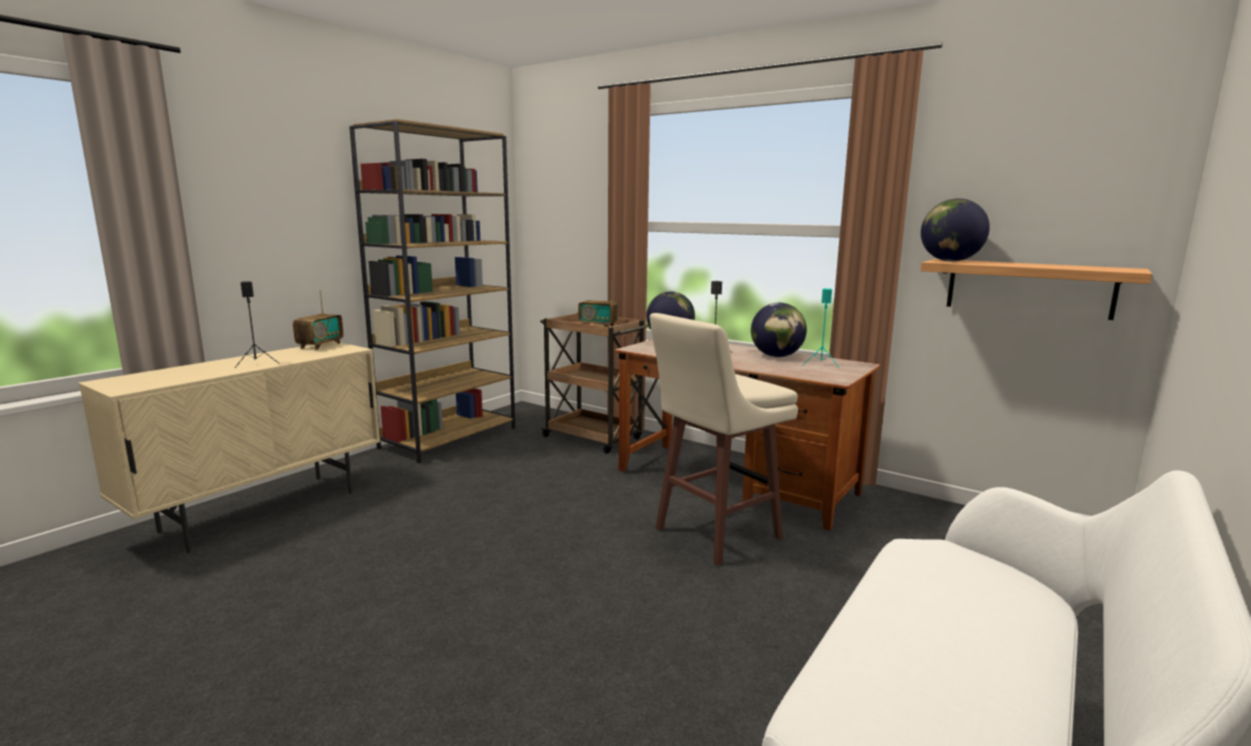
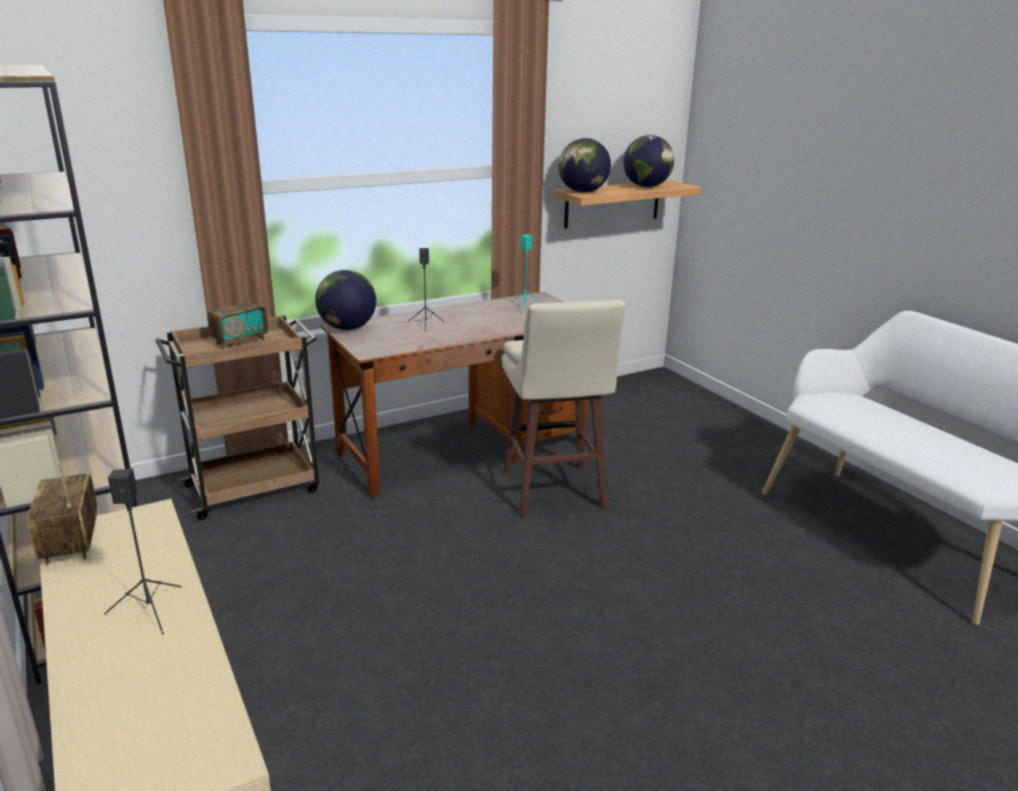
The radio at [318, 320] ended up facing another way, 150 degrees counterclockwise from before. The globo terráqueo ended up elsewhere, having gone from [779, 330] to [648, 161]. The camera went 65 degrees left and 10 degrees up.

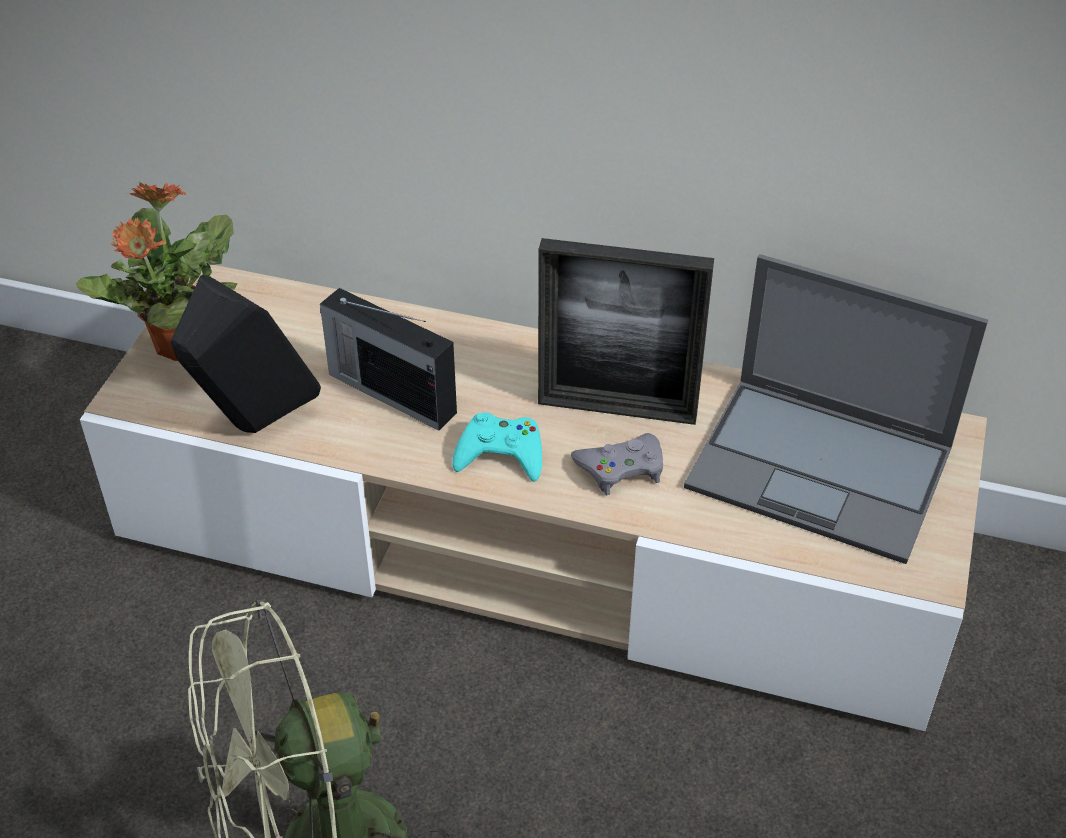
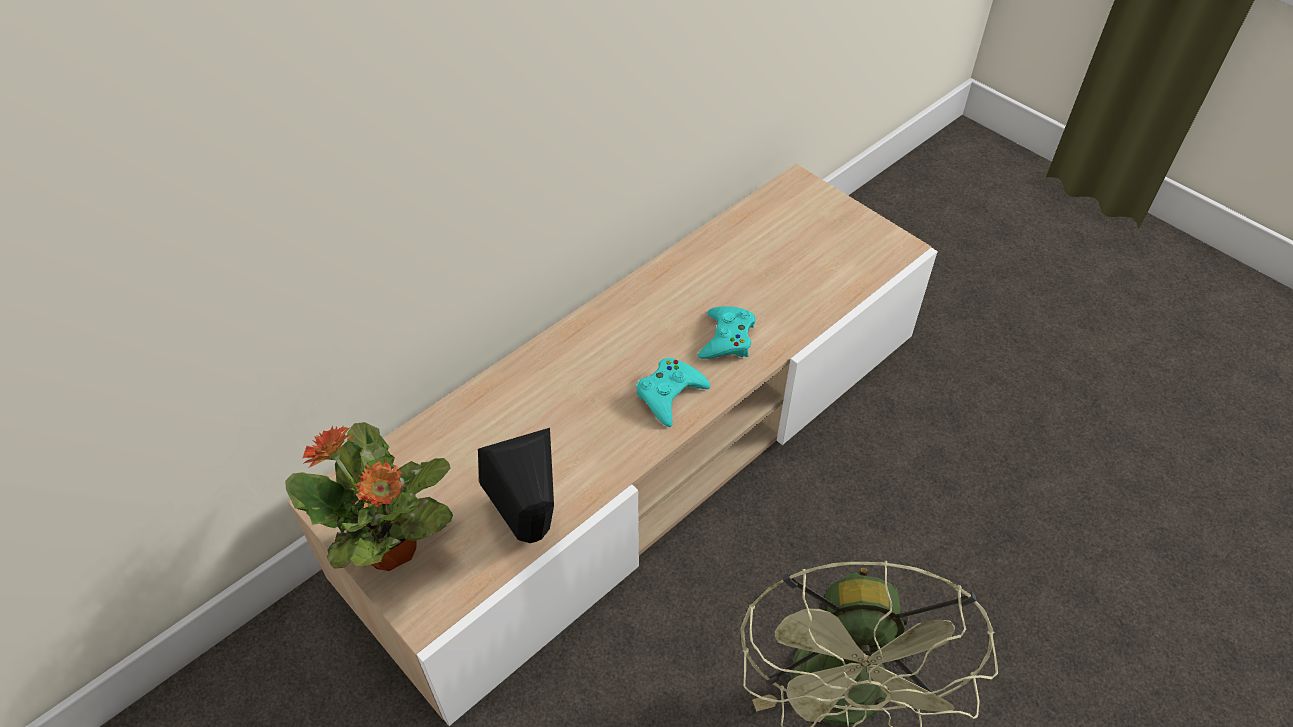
The second view lost the radio at [388, 359]. The second view lost the portarretratos at [626, 331]. What was the mando de consola/gris at [617, 464] turned into the mando de consola/turquesa at [726, 332]. The second view lost the portátil at [836, 409]. The camera went 60 degrees left and 5 degrees up.

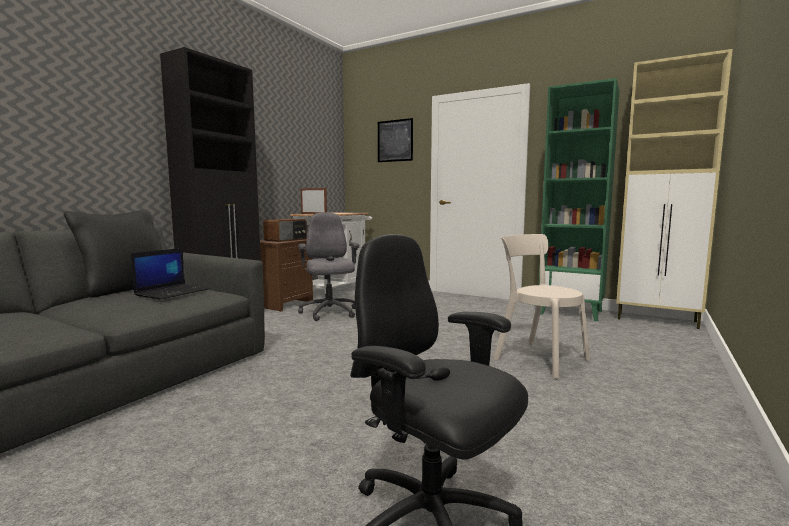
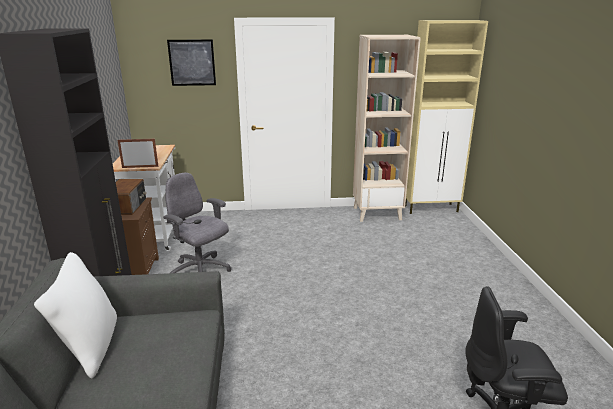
What was the cojín/negro at [112, 254] turned into the cojín/blanco at [75, 315]. The second view lost the portátil at [170, 274]. The second view lost the silla/beis at [541, 306]. What was the estantería/verde at [579, 199] turned into the estantería/beis at [387, 128]. The camera went 35 degrees left and 15 degrees up.

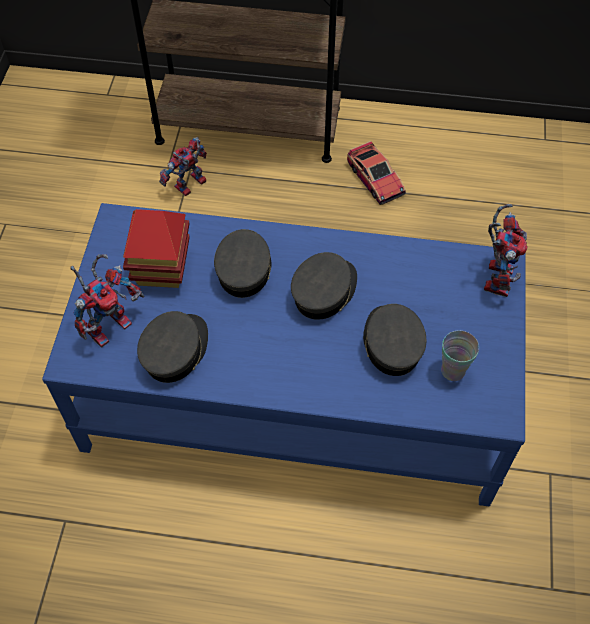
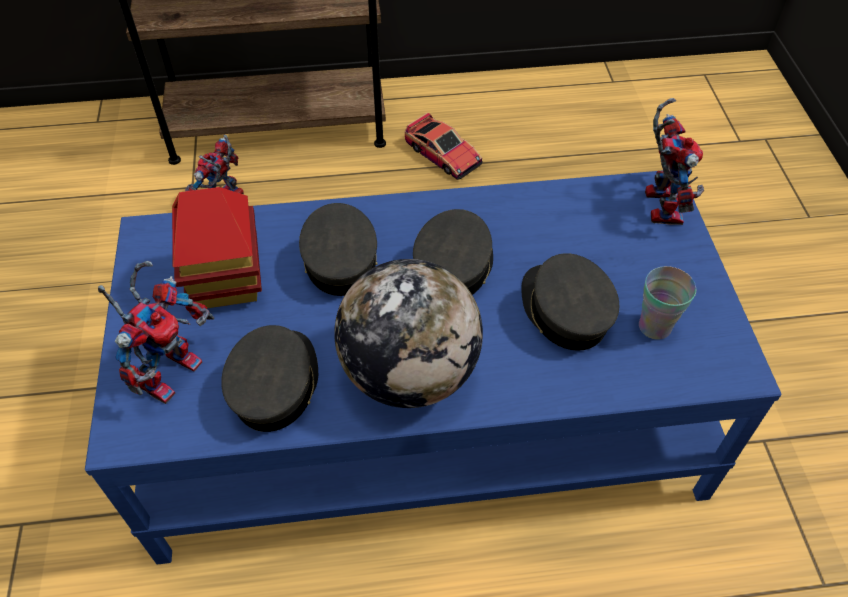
The second view gained the globo terráqueo at [408, 333]. The camera went 15 degrees left and 5 degrees down.

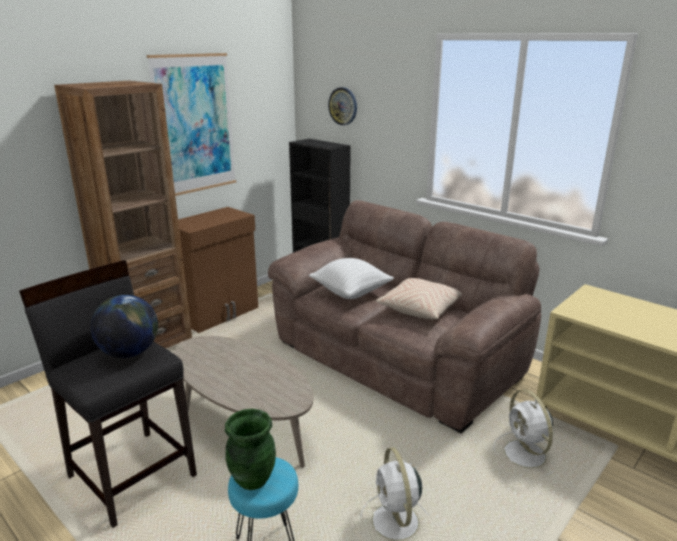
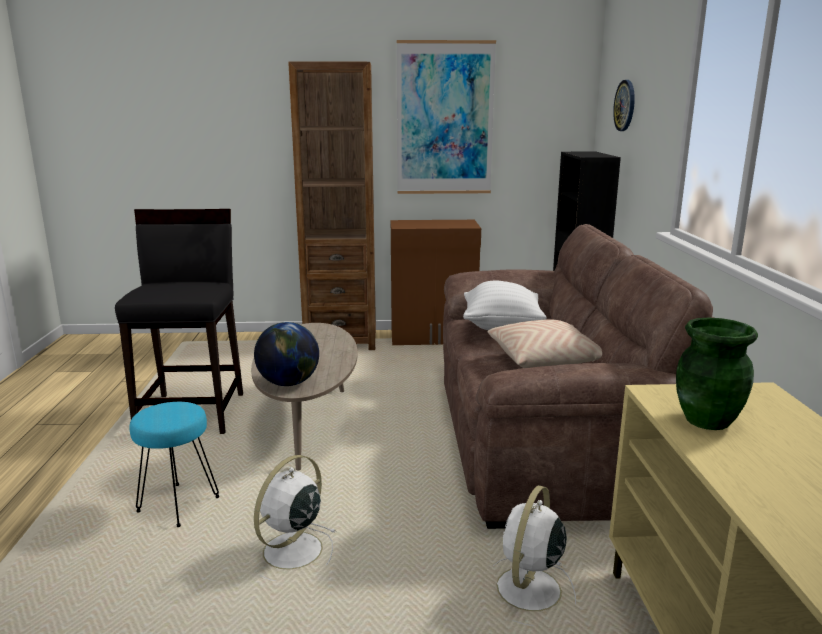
The globo terráqueo ended up elsewhere, having gone from [124, 326] to [286, 354]. The florero/verde ended up elsewhere, having gone from [250, 449] to [717, 373]. The camera went 45 degrees right and 5 degrees down.

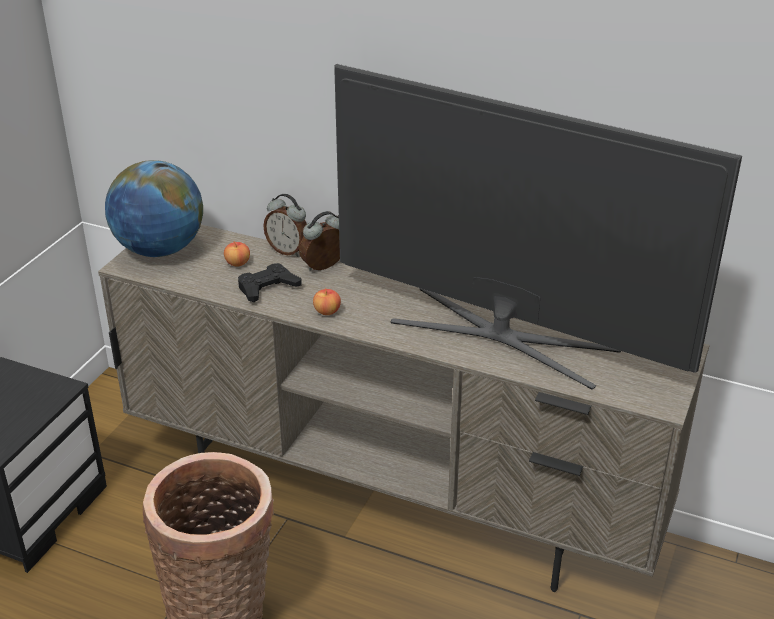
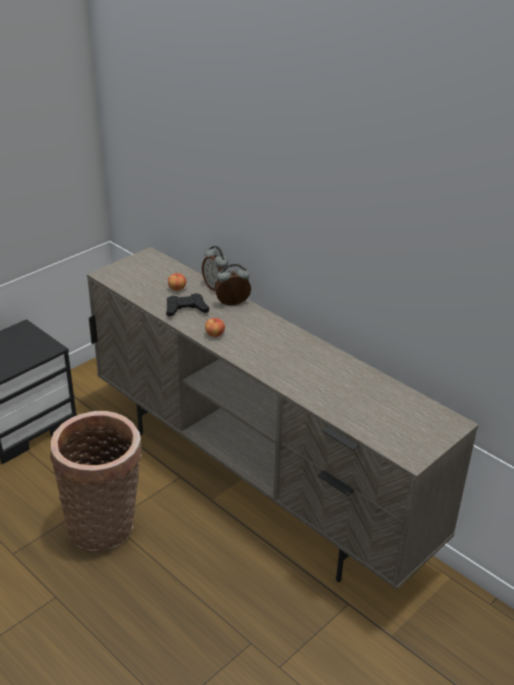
The second view lost the globo terráqueo at [154, 208]. The second view lost the televisor at [538, 227]. The camera went 20 degrees right and 0 degrees up.

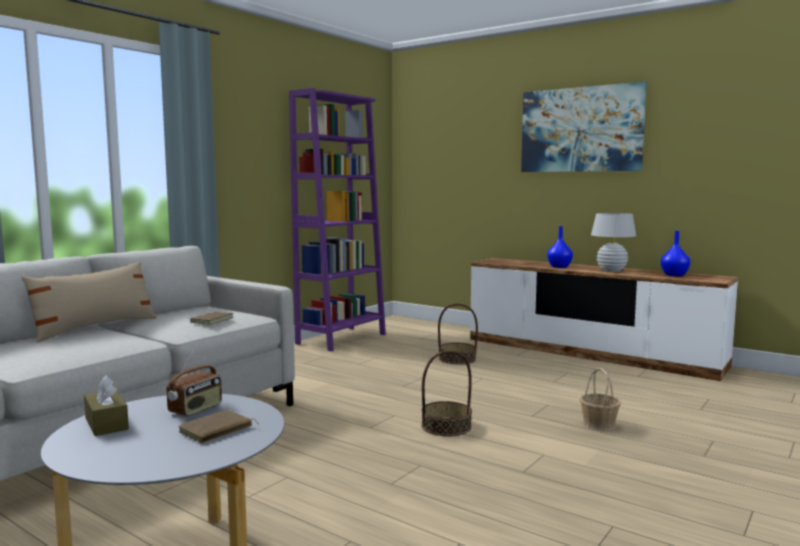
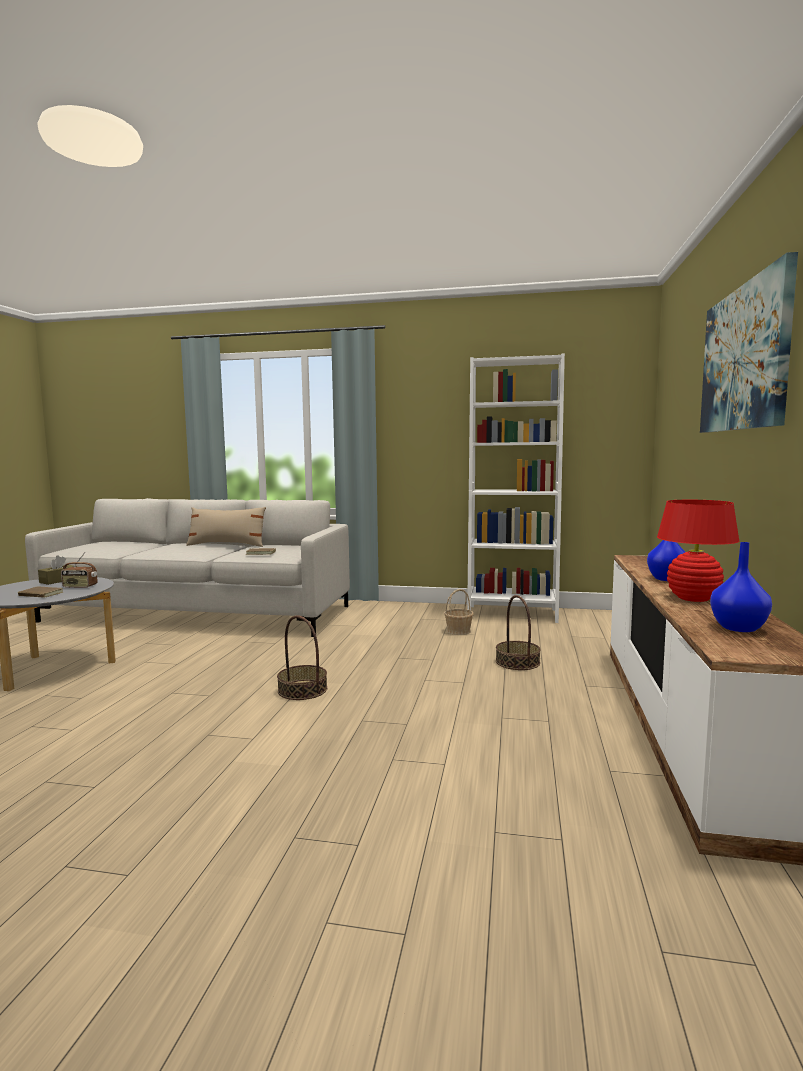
What was the estantería/morado at [337, 220] turned into the estantería/blanco at [516, 488]. The cesta ended up elsewhere, having gone from [600, 399] to [459, 612]. What was the lámpara de mesa/blanco at [613, 242] turned into the lámpara de mesa/rojo at [698, 551]. The camera went 65 degrees right and 0 degrees up.

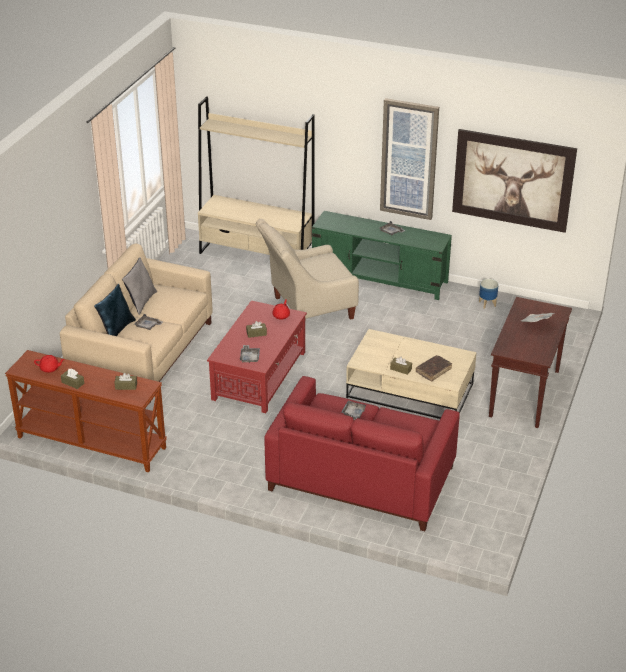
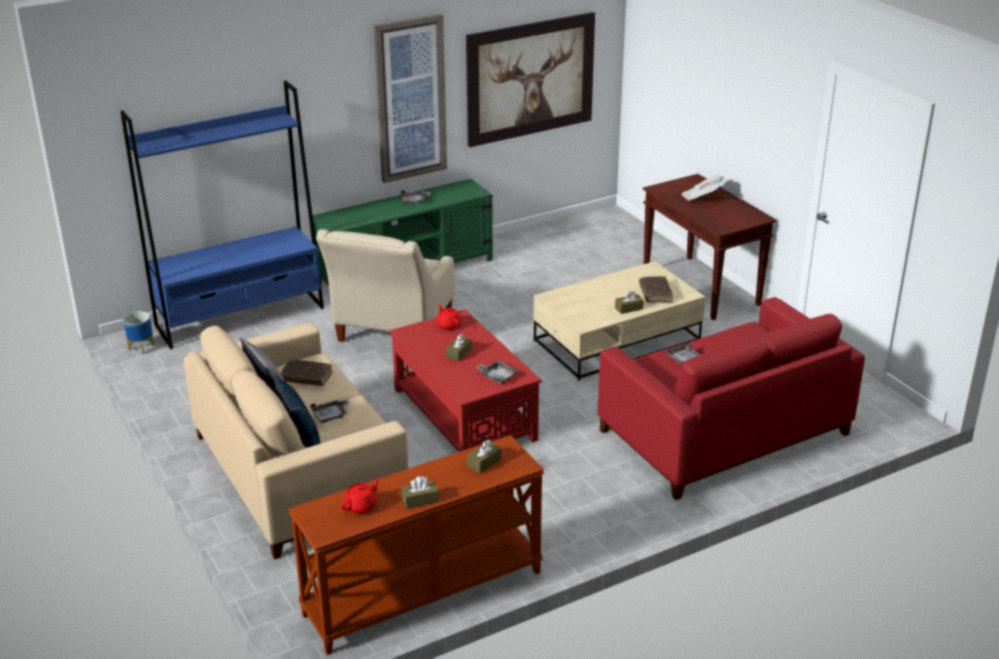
What was the estantería/beis at [256, 175] turned into the estantería/azul at [222, 214]. The maceta ended up elsewhere, having gone from [489, 294] to [139, 332]. The second view gained the libro/marrón at [306, 372]. The camera went 50 degrees left and 5 degrees down.

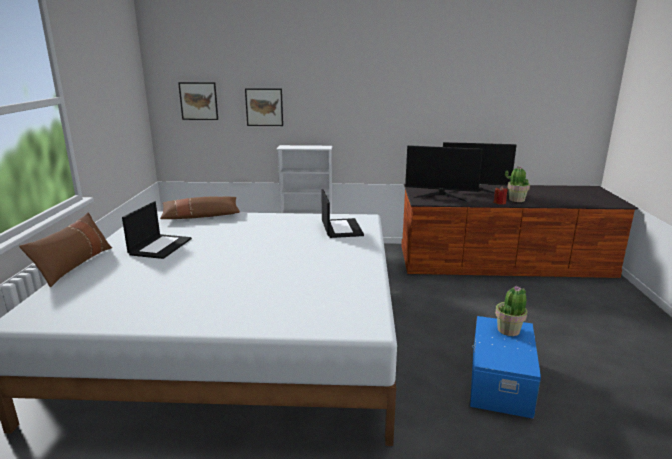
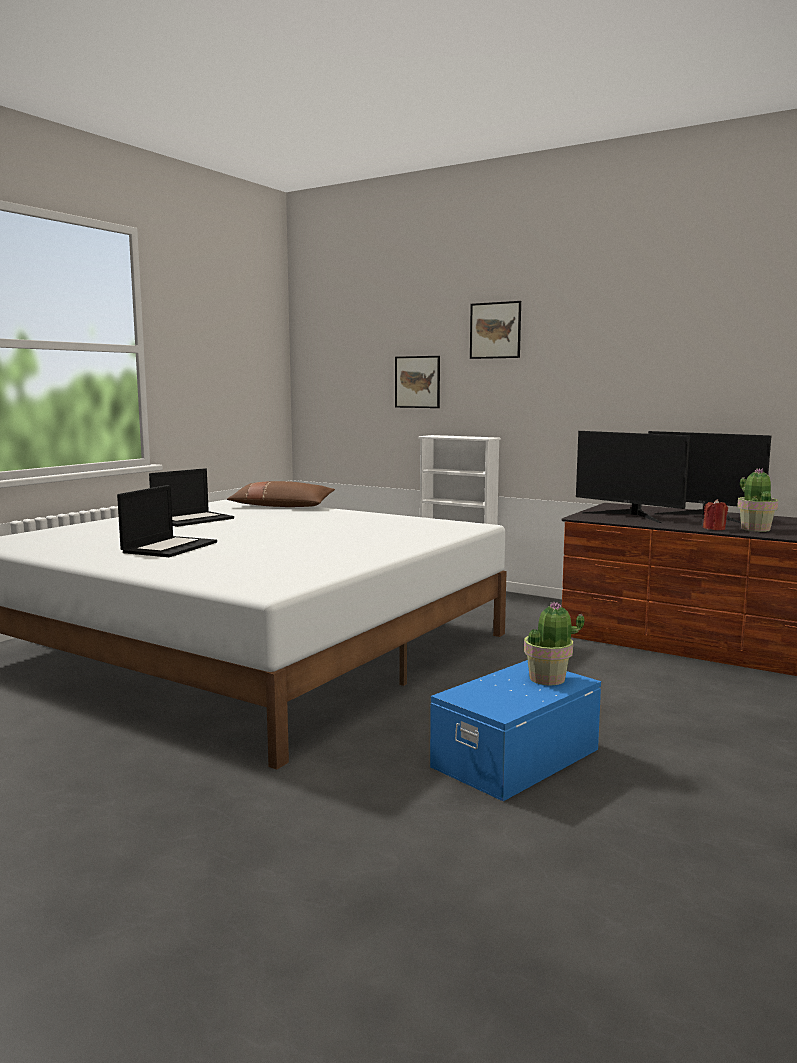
The second view lost the cojín/marrón at [65, 250]. The cuadro ended up elsewhere, having gone from [198, 101] to [495, 330]. The portátil ended up elsewhere, having gone from [342, 213] to [167, 521]. The camera went 30 degrees right and 10 degrees down.

